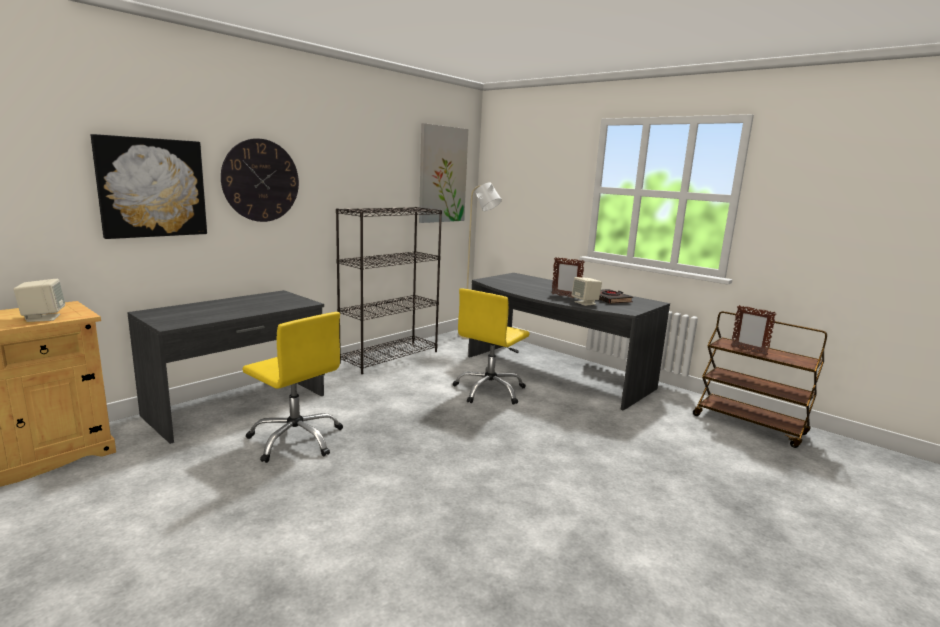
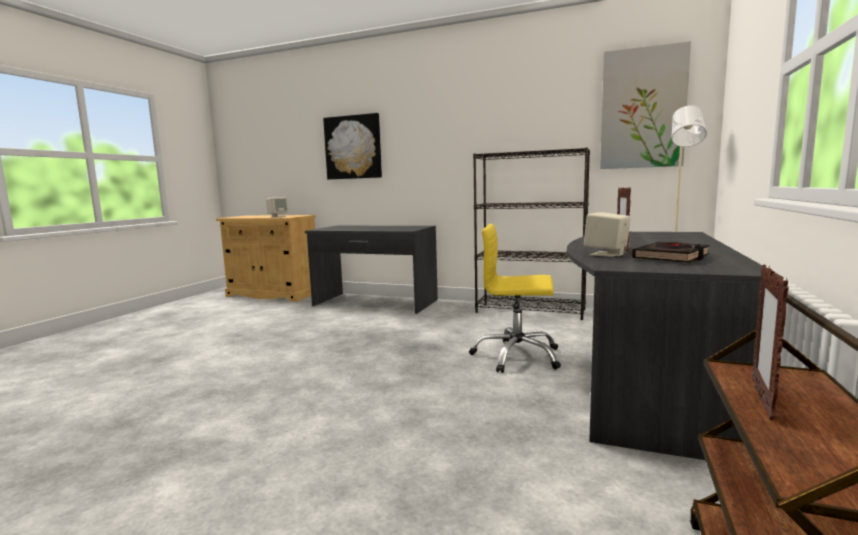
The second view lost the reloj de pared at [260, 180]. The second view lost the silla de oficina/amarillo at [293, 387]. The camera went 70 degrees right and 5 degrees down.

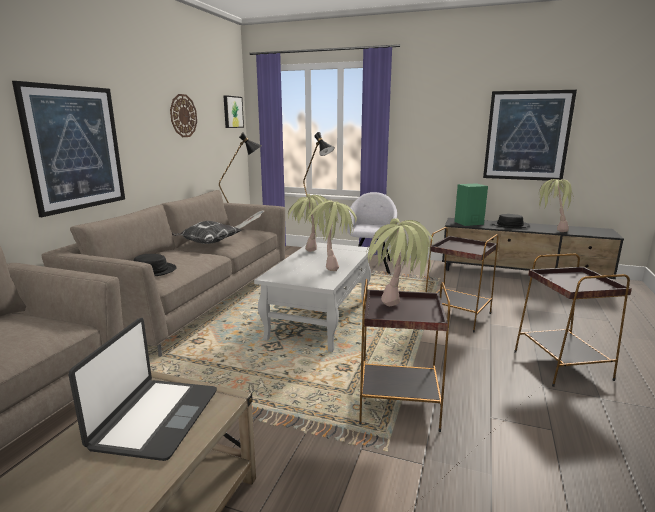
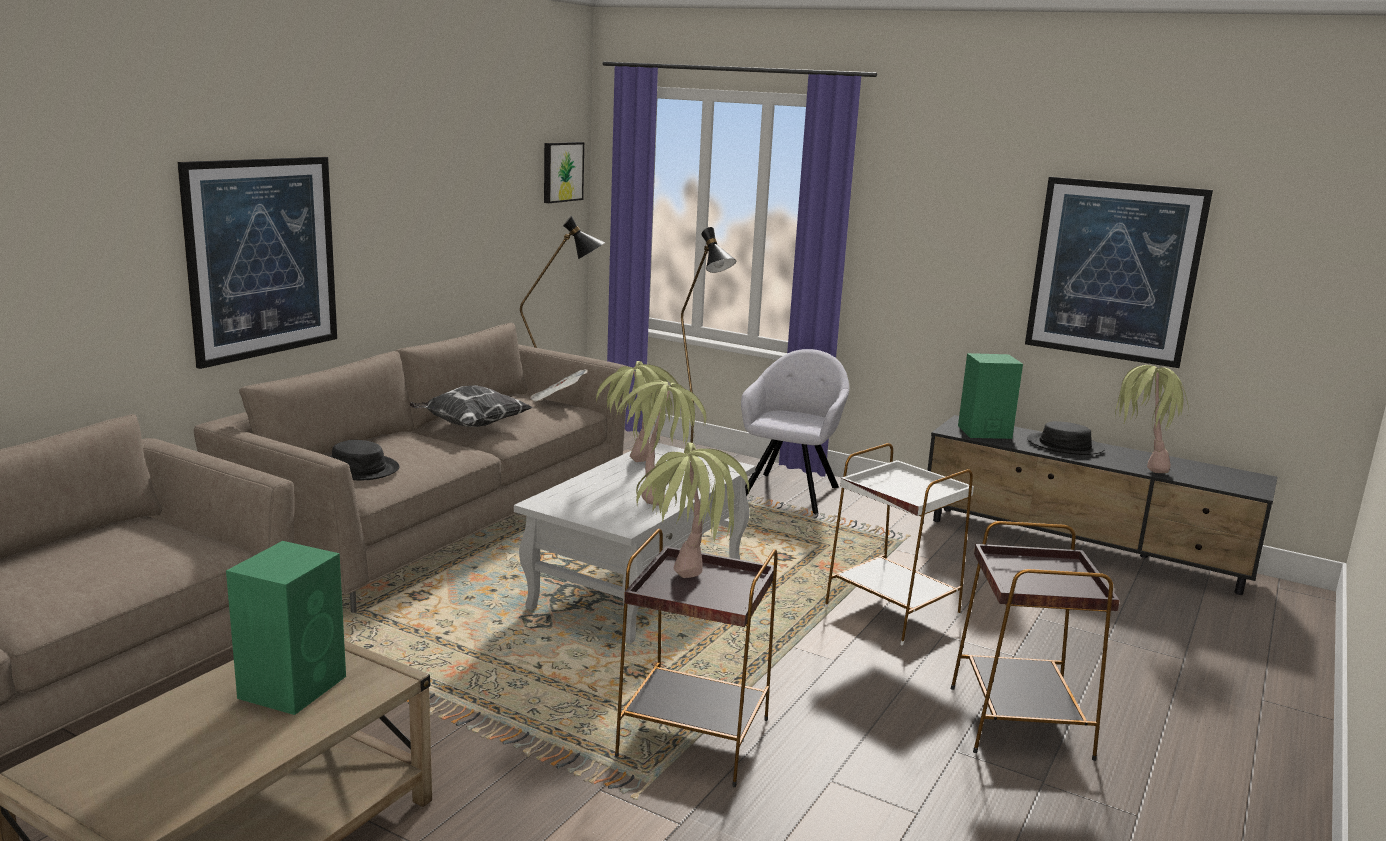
Where the portátil stood at [143, 389], the altavoz/verde came to stand at [286, 628]. The second view lost the reloj de pared at [183, 115]. What was the mesa auxiliar/marrón at [462, 280] turned into the mesa auxiliar/blanco at [899, 544]. The camera went 10 degrees right and 0 degrees up.

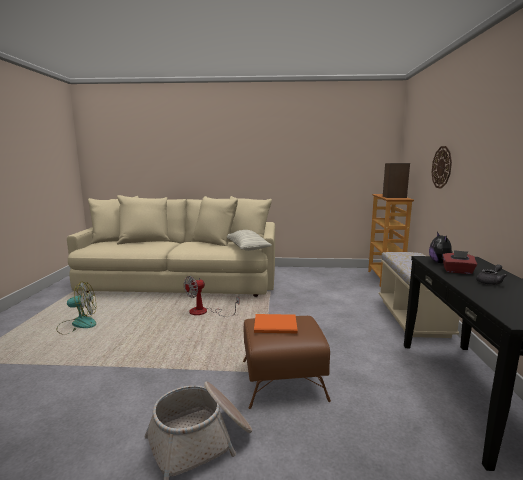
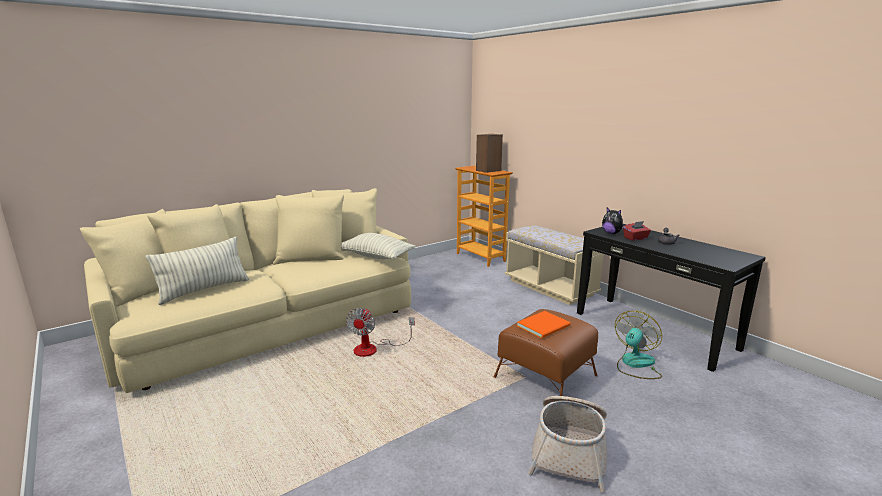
The ventilador ended up elsewhere, having gone from [76, 308] to [638, 345]. The second view lost the reloj de pared at [441, 167]. The second view gained the cojín at [197, 271]. The camera went 40 degrees left and 5 degrees up.

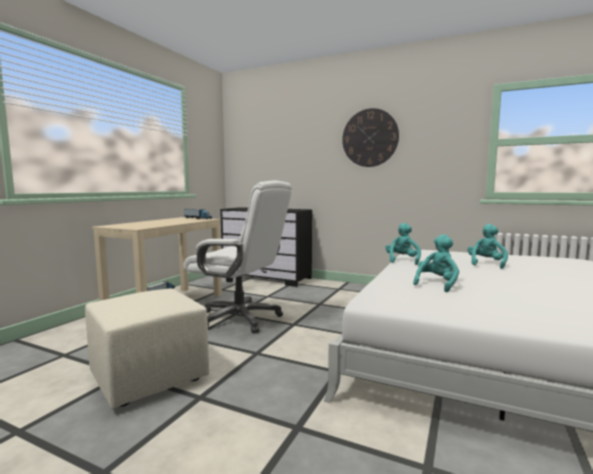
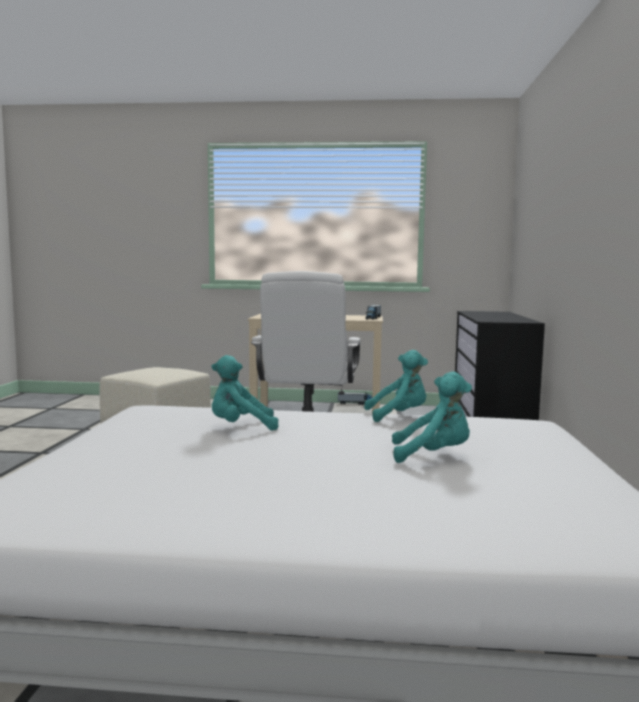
The second view lost the reloj de pared at [370, 137]. The peluche/turquesa at [436, 263] ended up facing another way, 150 degrees clockwise from before. The camera went 70 degrees right and 0 degrees up.

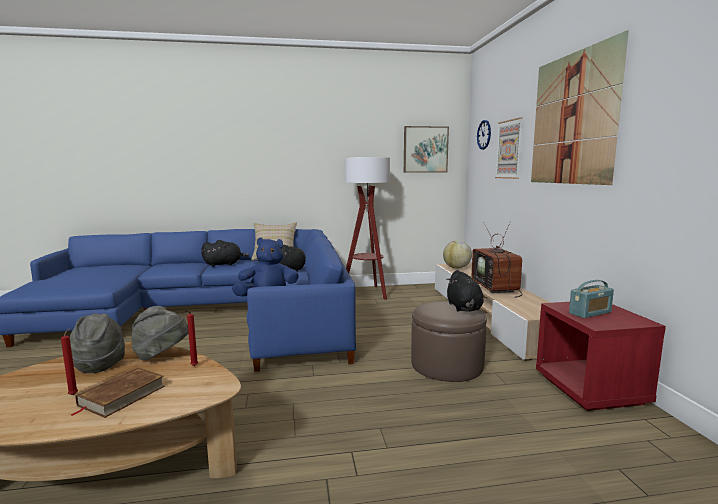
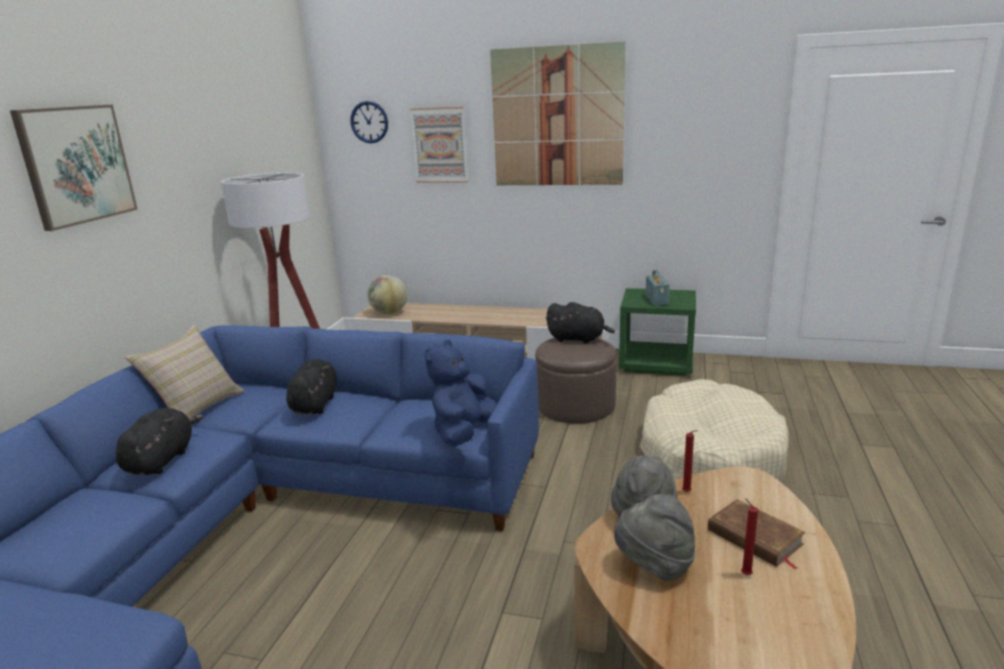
The cuadro ended up elsewhere, having gone from [426, 149] to [74, 168]. The second view lost the televisor at [497, 259]. What was the mesita de noche/rojo at [601, 356] turned into the mesita de noche/verde at [657, 332]. The second view gained the cama para perro/beis at [714, 430]. The camera went 65 degrees left and 10 degrees up.

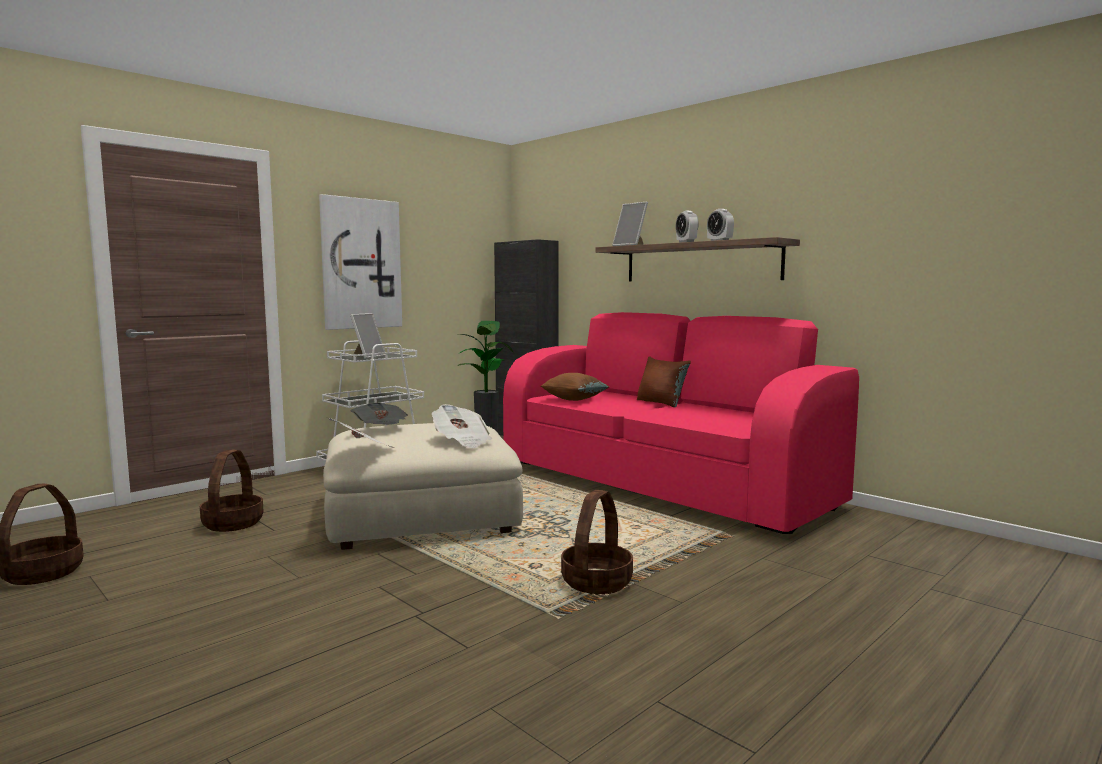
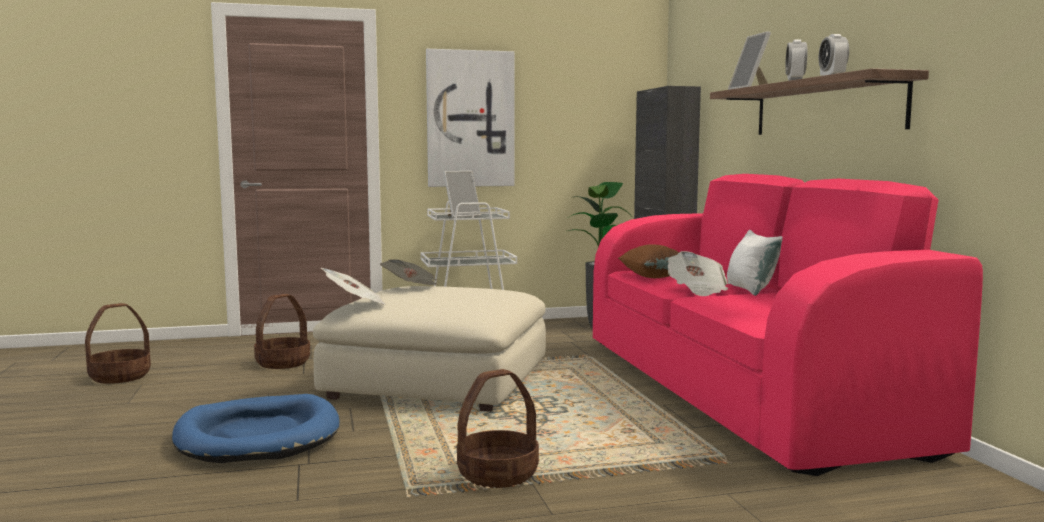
The periódico ended up elsewhere, having gone from [462, 426] to [698, 273]. What was the cojín/marrón at [664, 381] turned into the cojín/blanco at [754, 263]. The second view gained the cama para perro/azul at [255, 428]. The camera went 30 degrees right and 0 degrees up.

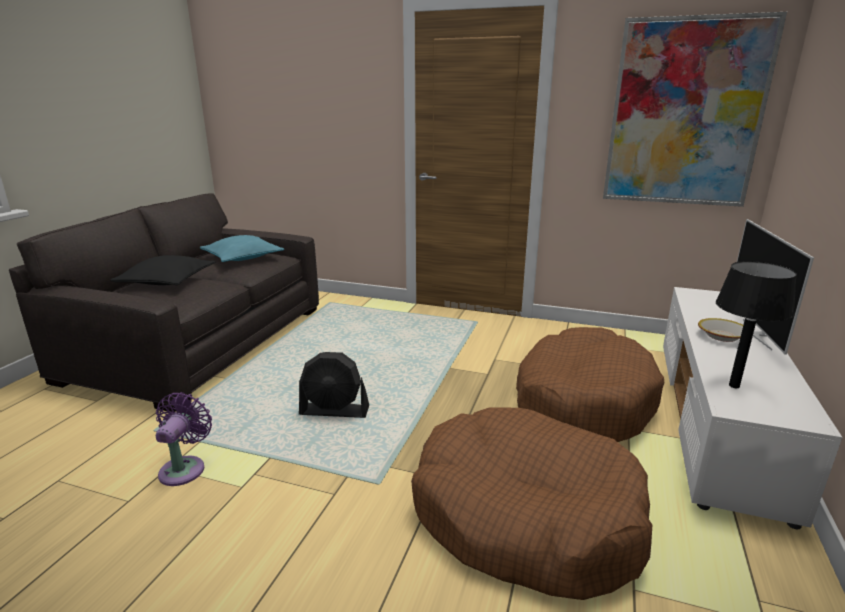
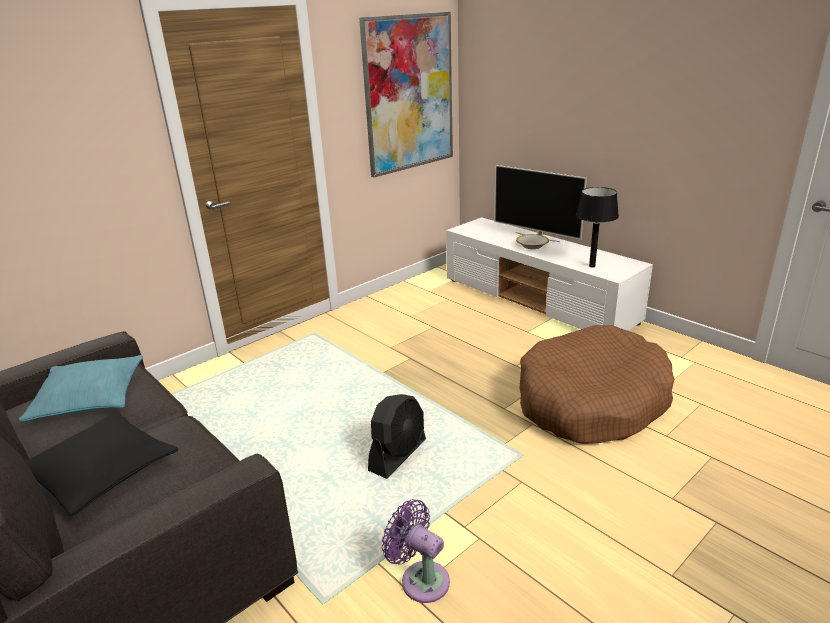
The second view lost the cama para perro/marrón at [590, 384]. The camera went 60 degrees left and 5 degrees up.

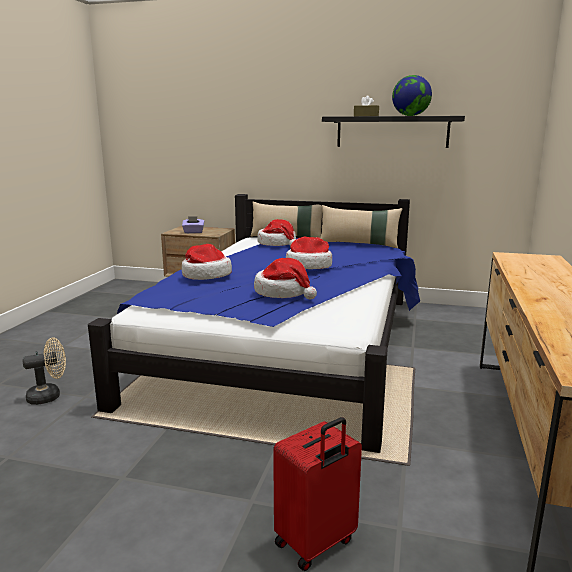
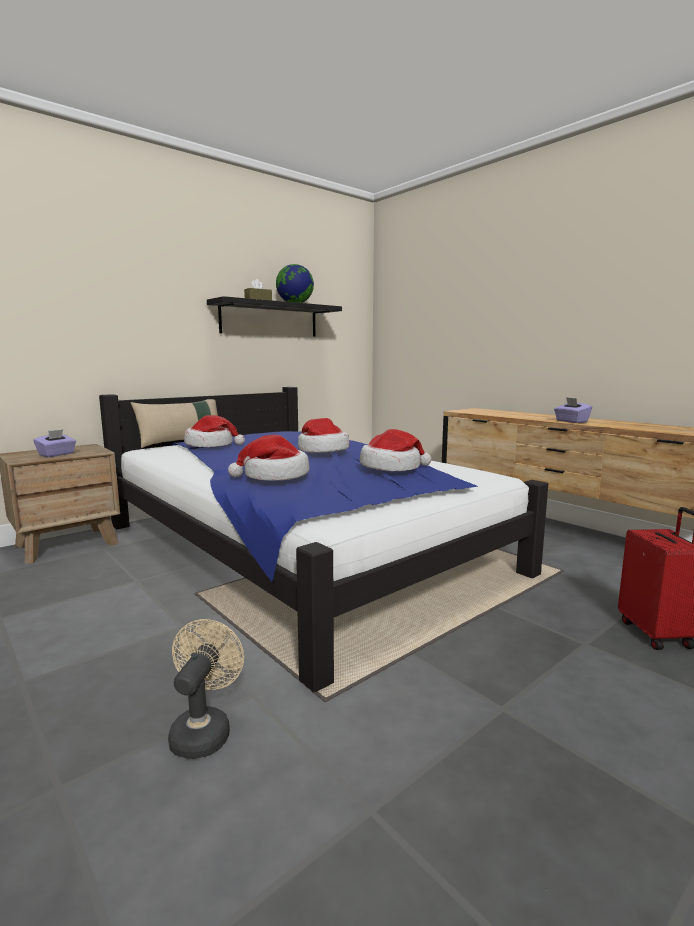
The second view lost the cojín/beis at [361, 226]. The second view gained the caja de pañuelos/morado at [573, 410]. The camera went 55 degrees left and 5 degrees down.

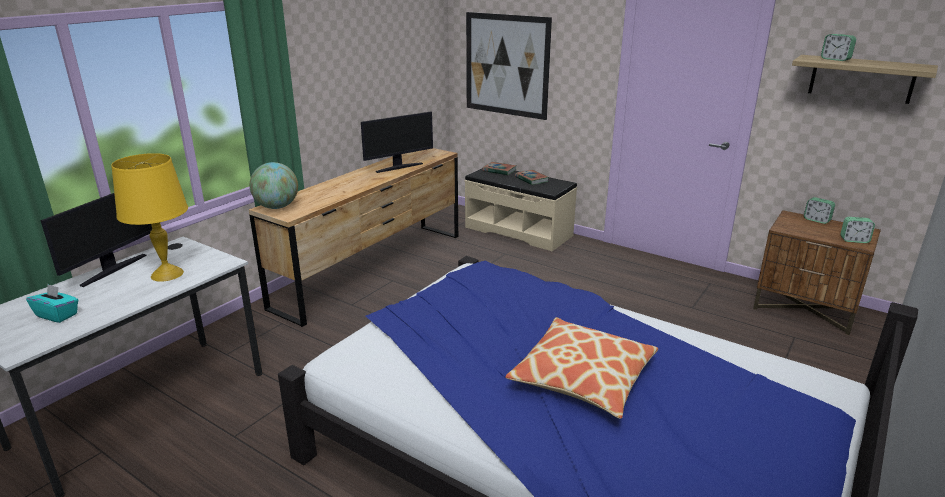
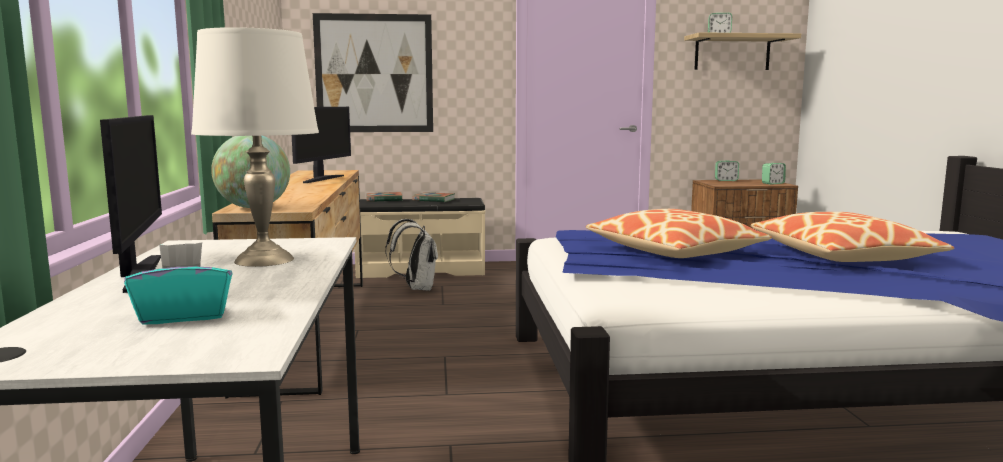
What was the lámpara de mesa/amarillo at [149, 217] turned into the lámpara de mesa/blanco at [255, 147]. The second view gained the mochila/blanco at [411, 255]. The second view gained the cojín at [679, 233]. The camera went 40 degrees left and 15 degrees down.

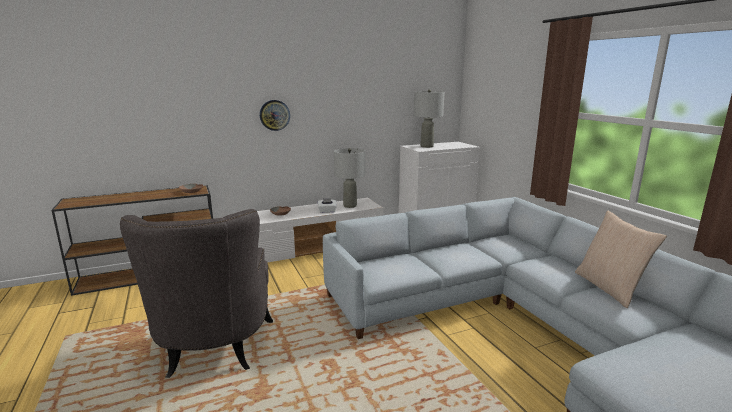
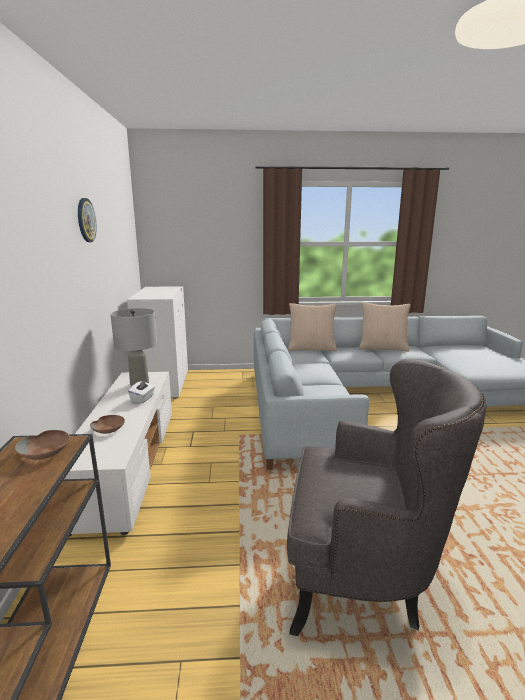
The reloj de pared ended up elsewhere, having gone from [275, 115] to [87, 220]. The second view lost the lámpara de mesa/gris at [429, 118]. The second view gained the cojín/beis at [312, 327]. The camera went 70 degrees left and 0 degrees up.

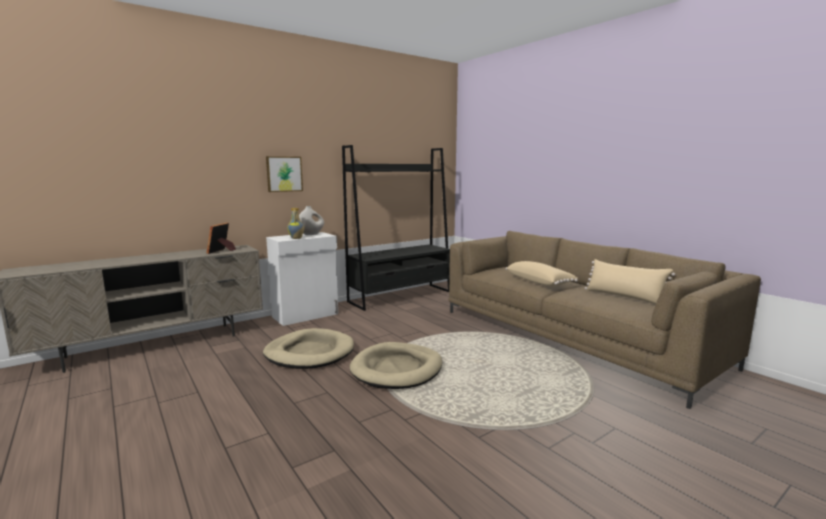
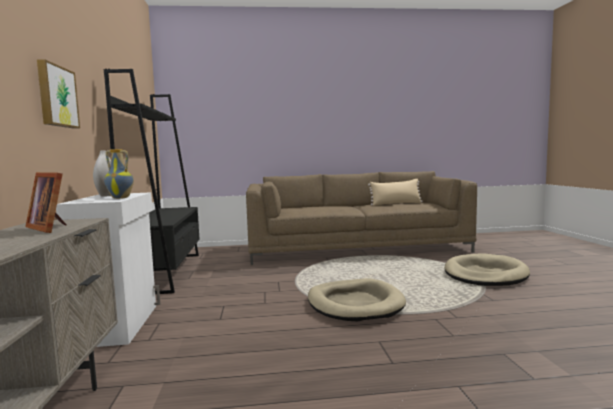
The cama para perro/beis ended up elsewhere, having gone from [308, 348] to [487, 269]. The second view lost the cojín/beis at [541, 274]. The camera went 60 degrees left and 5 degrees down.

